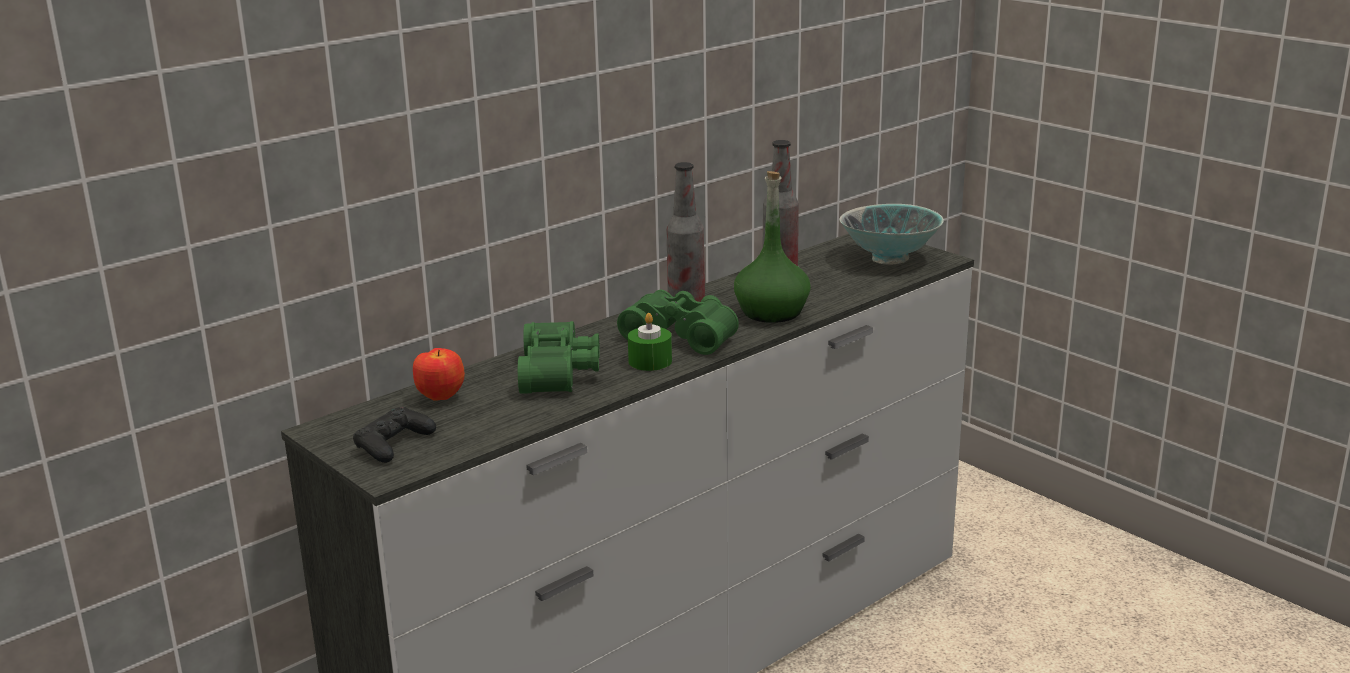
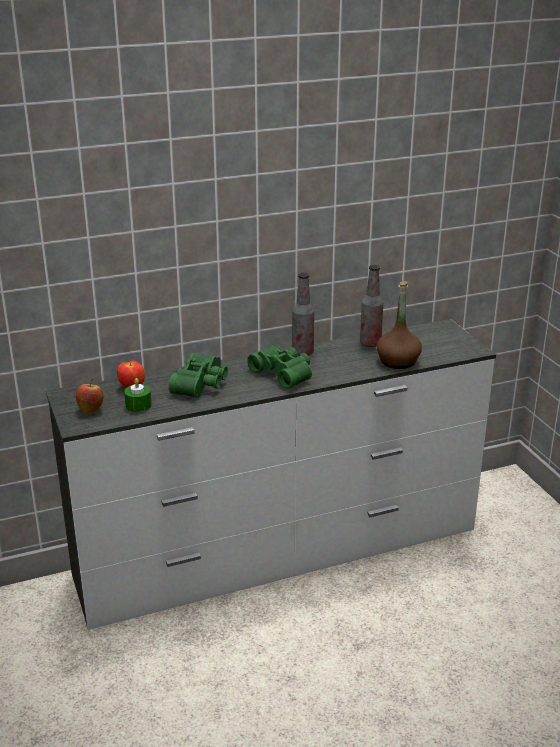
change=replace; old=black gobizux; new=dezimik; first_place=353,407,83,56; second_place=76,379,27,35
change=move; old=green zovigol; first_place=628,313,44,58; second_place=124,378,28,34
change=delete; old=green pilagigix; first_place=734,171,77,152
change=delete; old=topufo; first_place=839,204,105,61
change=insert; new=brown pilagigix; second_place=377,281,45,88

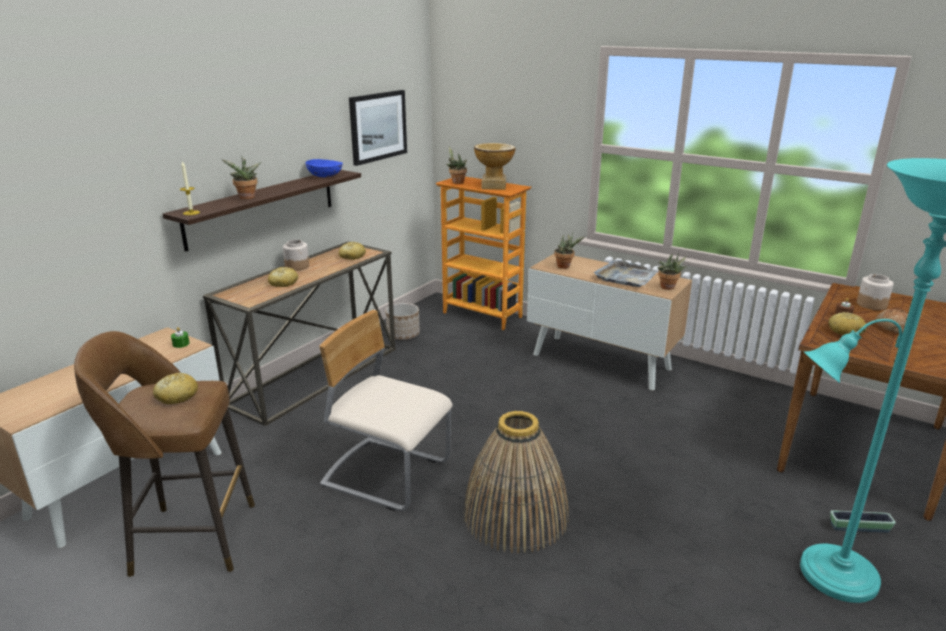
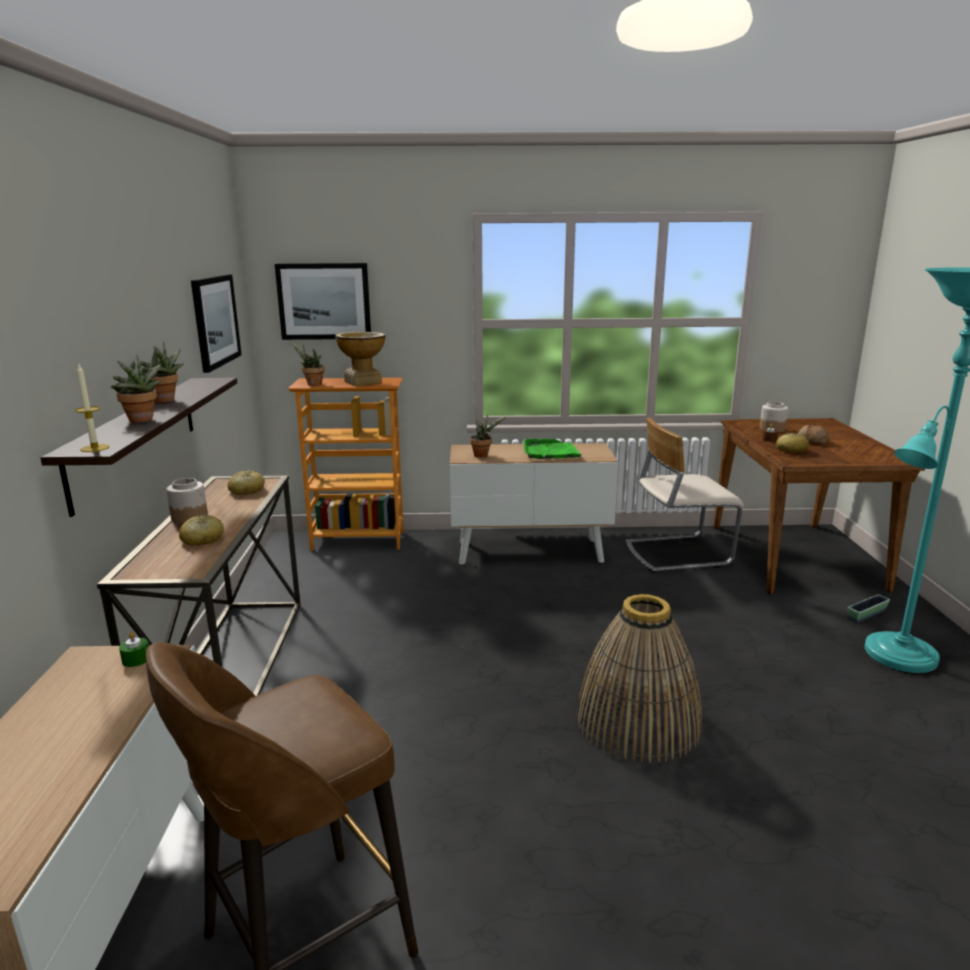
change=delete; old=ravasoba; first_place=153,373,45,31
change=delete; old=blue topufo; first_place=306,159,37,18
change=move; old=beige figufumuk; first_place=319,310,134,201; second_place=625,418,119,155
change=delete; old=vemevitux; first_place=385,303,35,37
change=recolor; old=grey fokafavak; new=green fokafavak; first_place=594,260,63,27; second_place=523,439,58,20
change=move; old=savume; first_place=658,252,29,38; second_place=140,341,44,62
change=insert; new=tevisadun; second_place=275,263,96,77

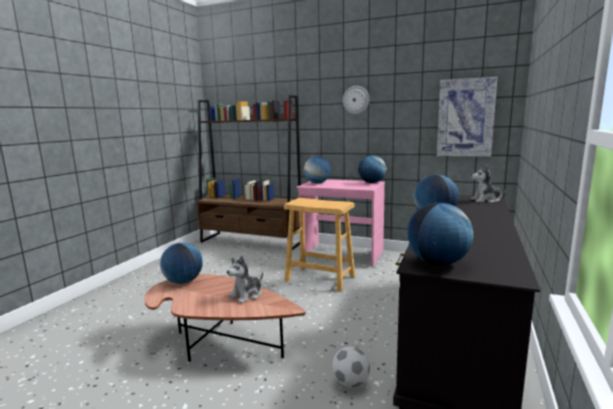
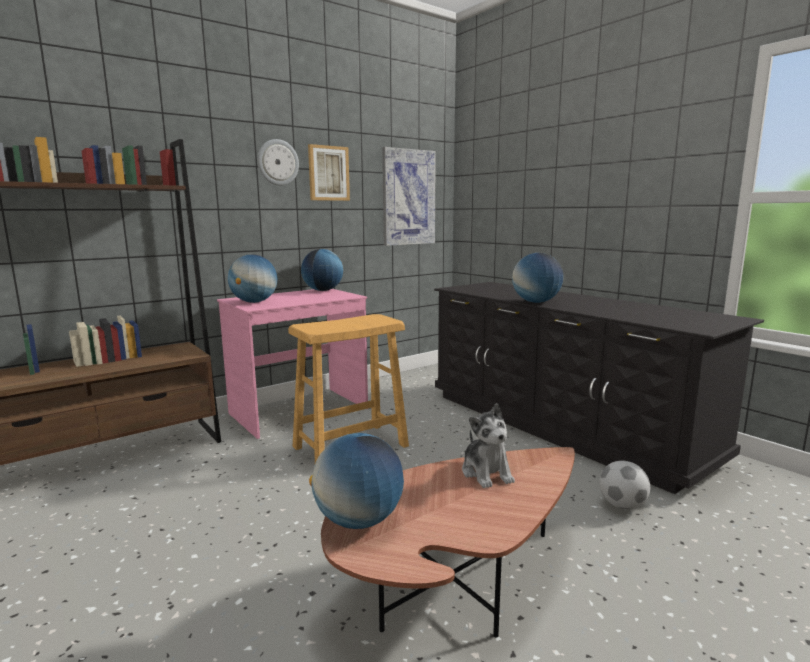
change=delete; old=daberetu; first_place=407,203,66,62
change=delete; old=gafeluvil; first_place=471,165,36,38
change=insert; new=tevisadun; second_place=308,144,42,57

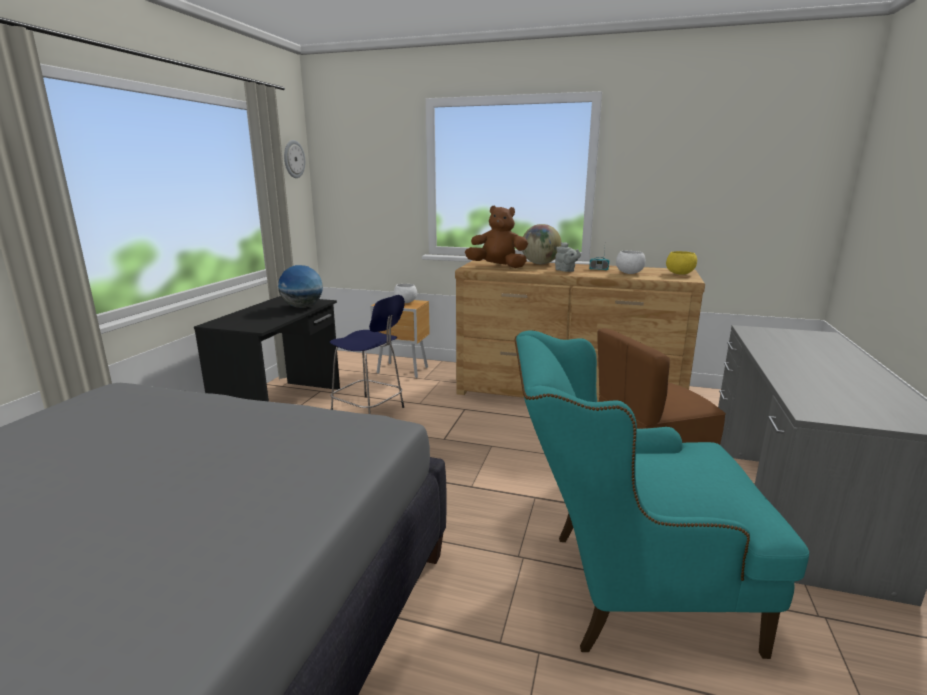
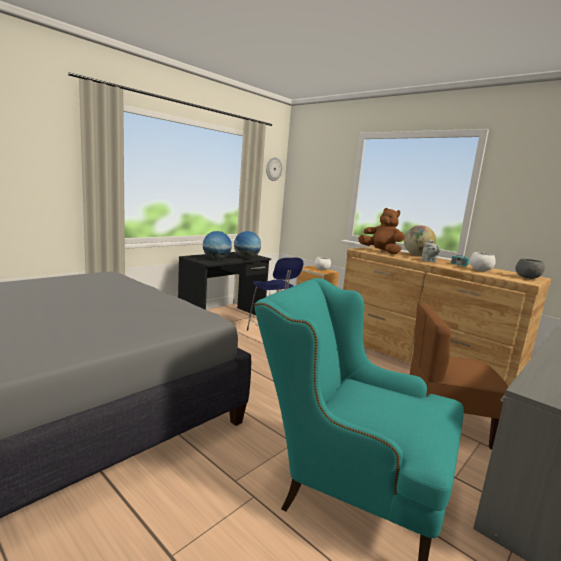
change=recolor; old=yellow topufo; new=grey topufo; first_place=666,251,31,24; second_place=515,259,30,20
change=insert; new=daberetu; second_place=203,231,29,29

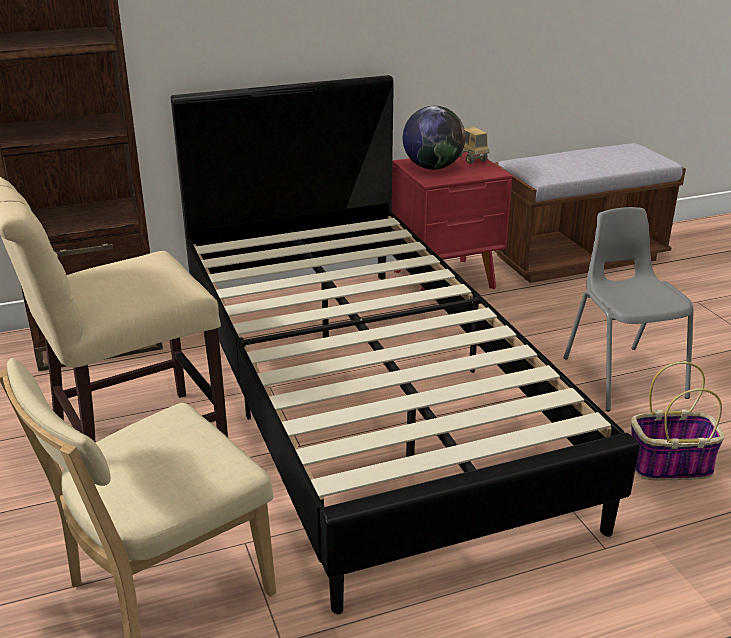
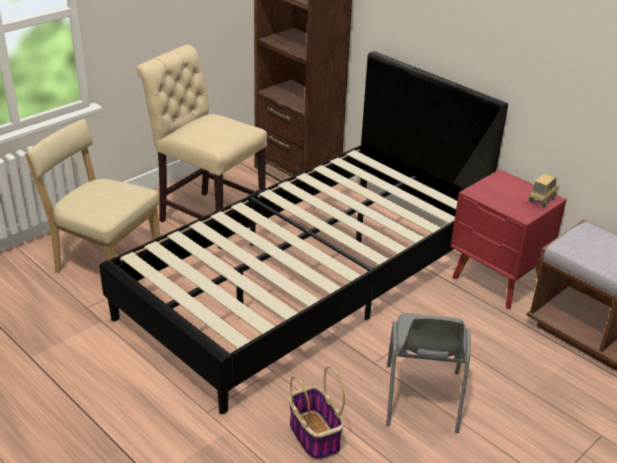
change=delete; old=daberetu; first_place=403,106,62,64
change=rotate; old=grey figufumuk; first_place=564,207,129,204; second_place=386,313,85,120; degrees=135

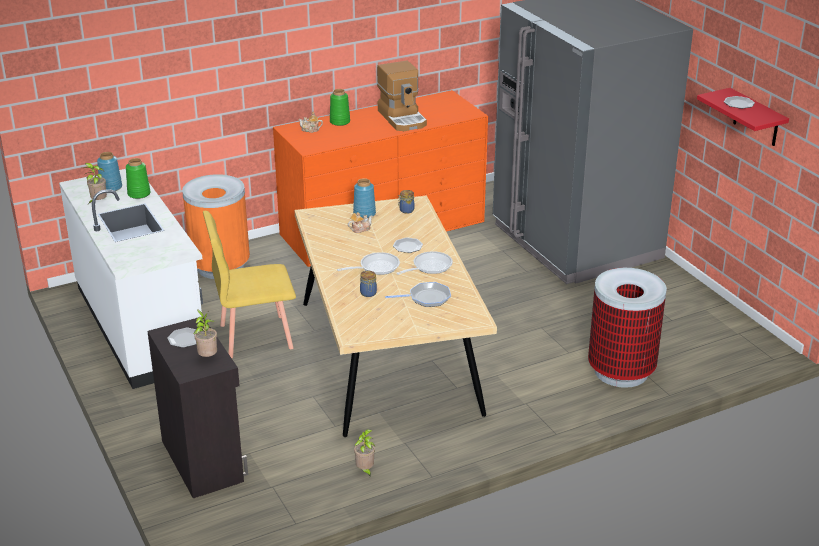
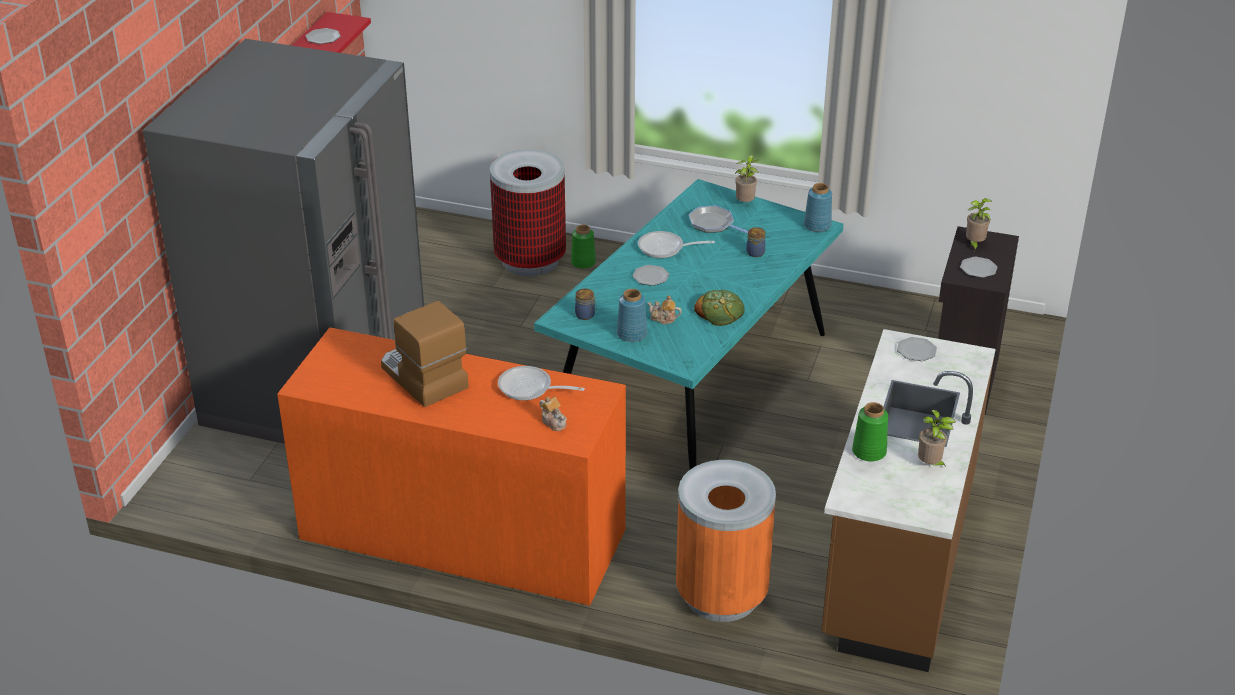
change=recolor; old=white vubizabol; new=brown vubizabol; first_place=59,169,144,220; second_place=821,329,174,343
change=move; old=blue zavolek; first_place=97,152,25,39; second_place=804,183,28,49
change=delete; old=yellow figufumuk; first_place=203,211,93,147
change=recolor; old=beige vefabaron; new=turquoise vefabaron; first_place=295,195,202,242; second_place=534,179,310,290
change=move; old=green zavolek; first_place=330,89,20,37; second_place=571,225,25,44
change=move; old=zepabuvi; first_place=337,252,63,23; second_place=498,366,87,35
change=move; old=savume; first_place=354,429,22,47; second_place=735,155,23,47
change=rotate; old=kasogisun; first_place=377,61,50,70; second_place=381,301,88,106; degrees=-60
change=insert; new=ravasoba; second_place=694,290,50,36
change=insert; new=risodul; second_place=897,337,40,24

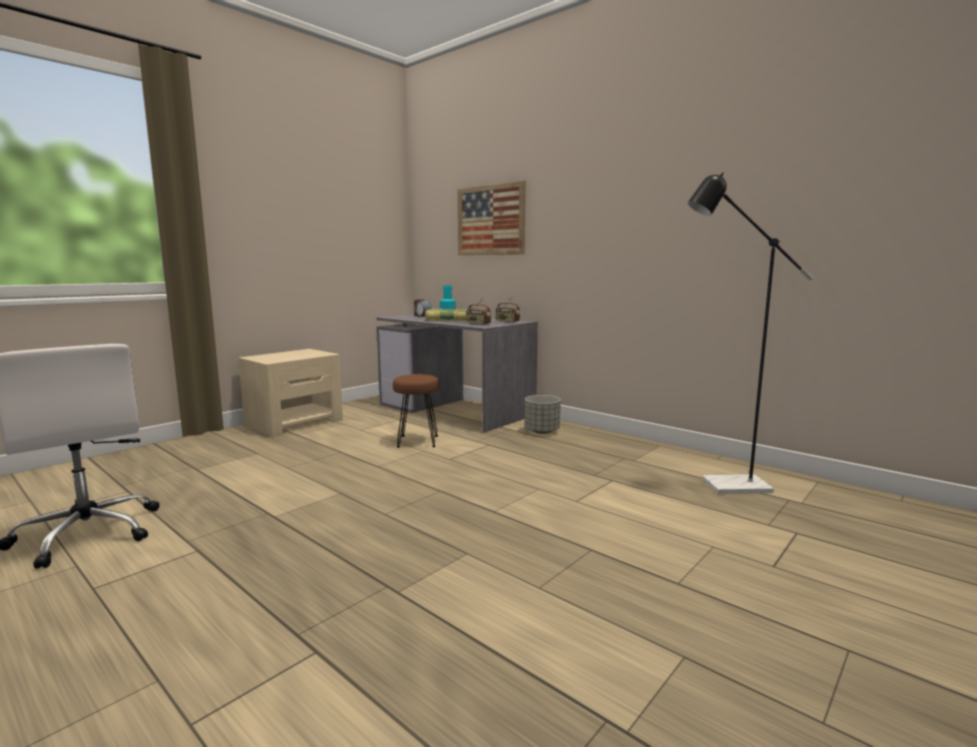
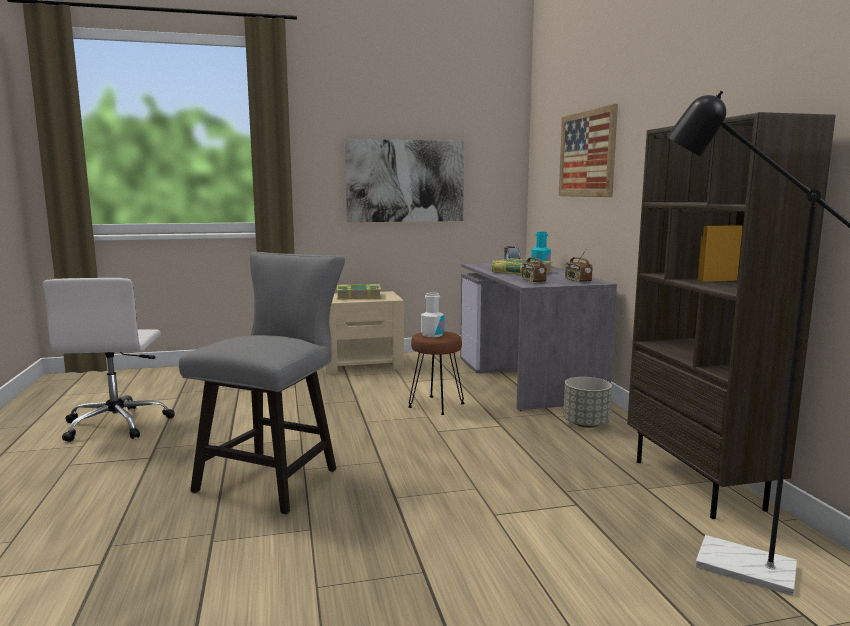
change=insert; new=grey figufumuk; second_place=179,252,166,262
change=insert; new=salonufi; second_place=337,284,45,16
change=insert; new=tevisadun; second_place=345,139,119,83
change=insert; new=white pilagigix; second_place=421,292,23,45
change=insert; new=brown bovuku; second_place=627,112,209,407

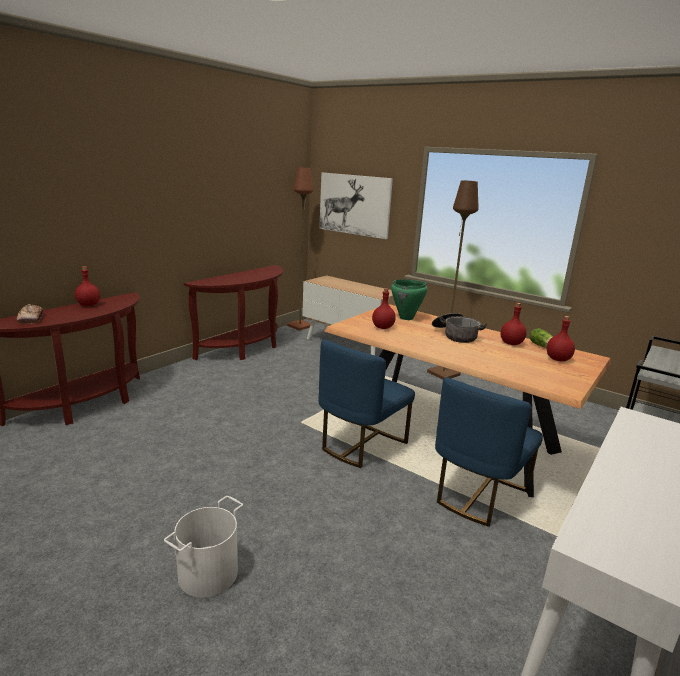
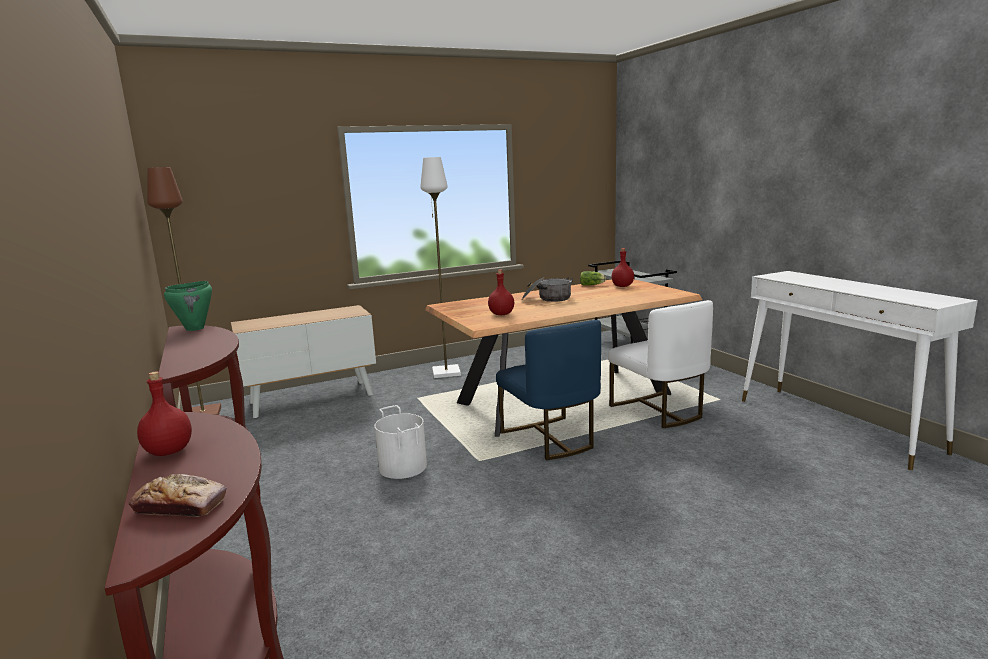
change=move; old=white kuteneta; first_place=164,496,79,101; second_place=375,405,52,74
change=delete; old=tevisadun; first_place=319,173,74,66
change=move; old=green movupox; first_place=391,279,37,41; second_place=164,281,48,50
change=recolor; old=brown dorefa; new=white dorefa; first_place=427,180,52,199; second_place=420,157,41,221
change=recolor; old=blue figufumuk; new=white figufumuk; first_place=435,377,108,150; second_place=608,300,105,128
change=delete; old=red pilagigix; first_place=501,303,26,42

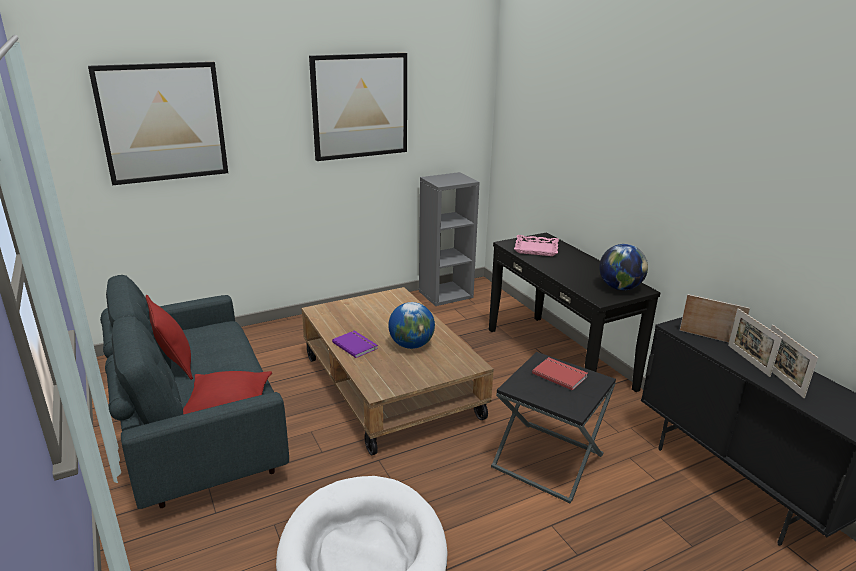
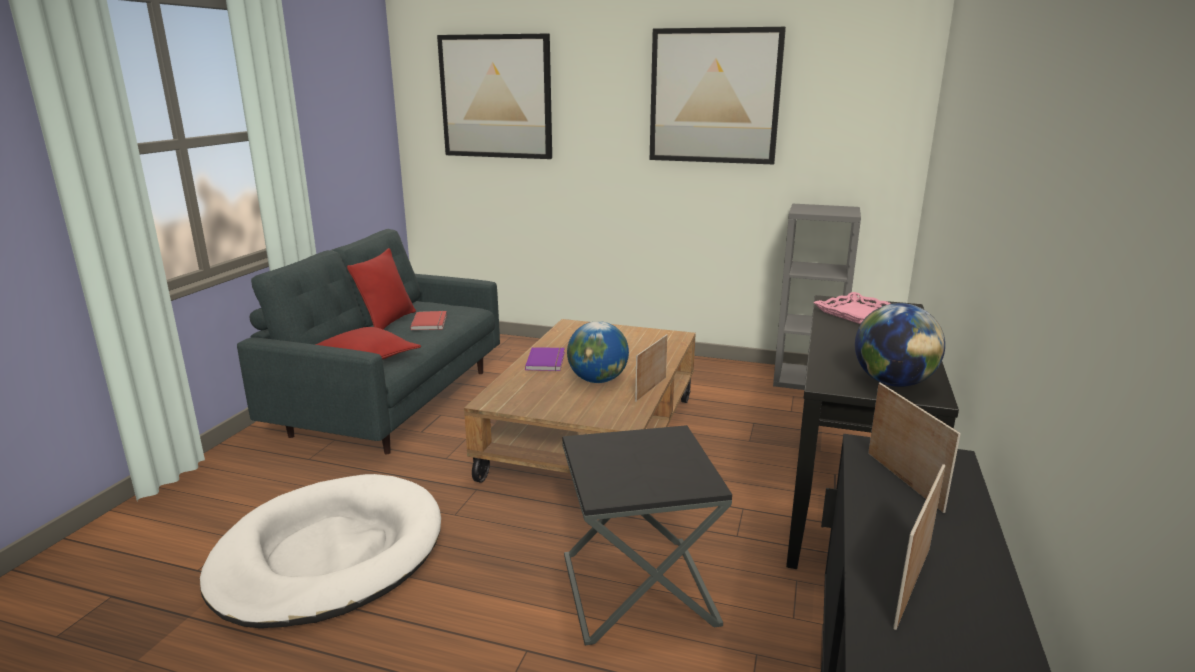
change=move; old=red salonufi; first_place=532,357,56,34; second_place=410,311,37,19
change=move; old=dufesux; first_place=728,308,54,69; second_place=635,334,32,68

